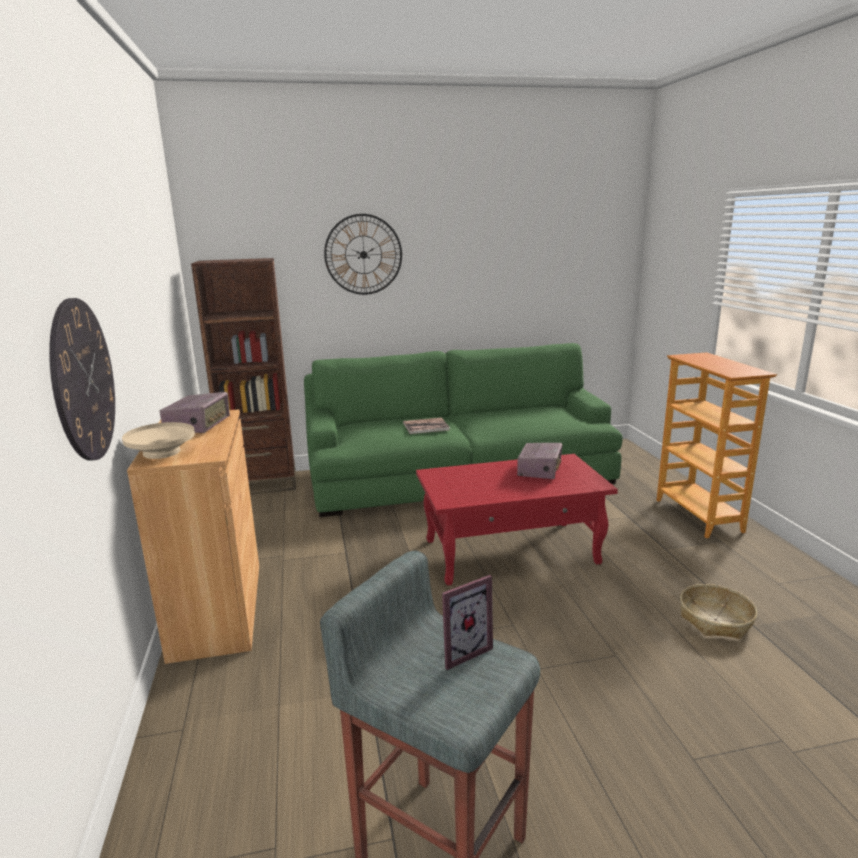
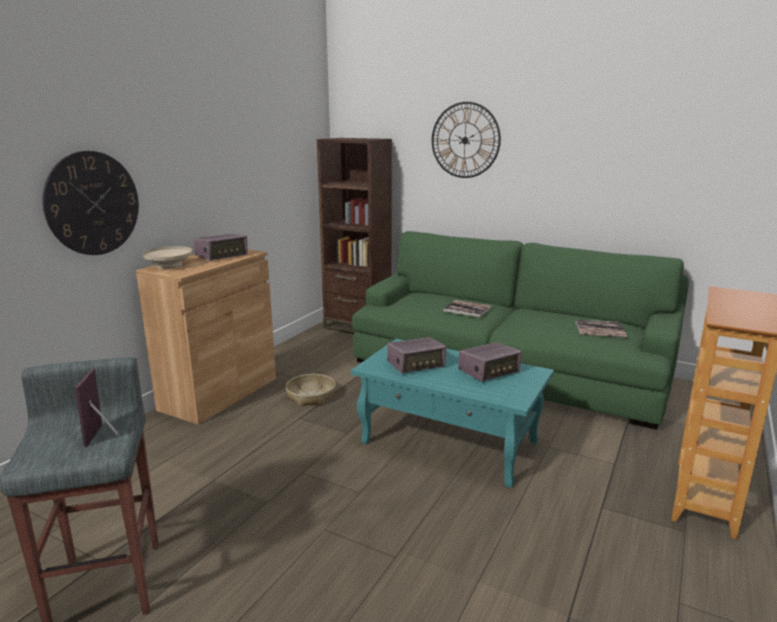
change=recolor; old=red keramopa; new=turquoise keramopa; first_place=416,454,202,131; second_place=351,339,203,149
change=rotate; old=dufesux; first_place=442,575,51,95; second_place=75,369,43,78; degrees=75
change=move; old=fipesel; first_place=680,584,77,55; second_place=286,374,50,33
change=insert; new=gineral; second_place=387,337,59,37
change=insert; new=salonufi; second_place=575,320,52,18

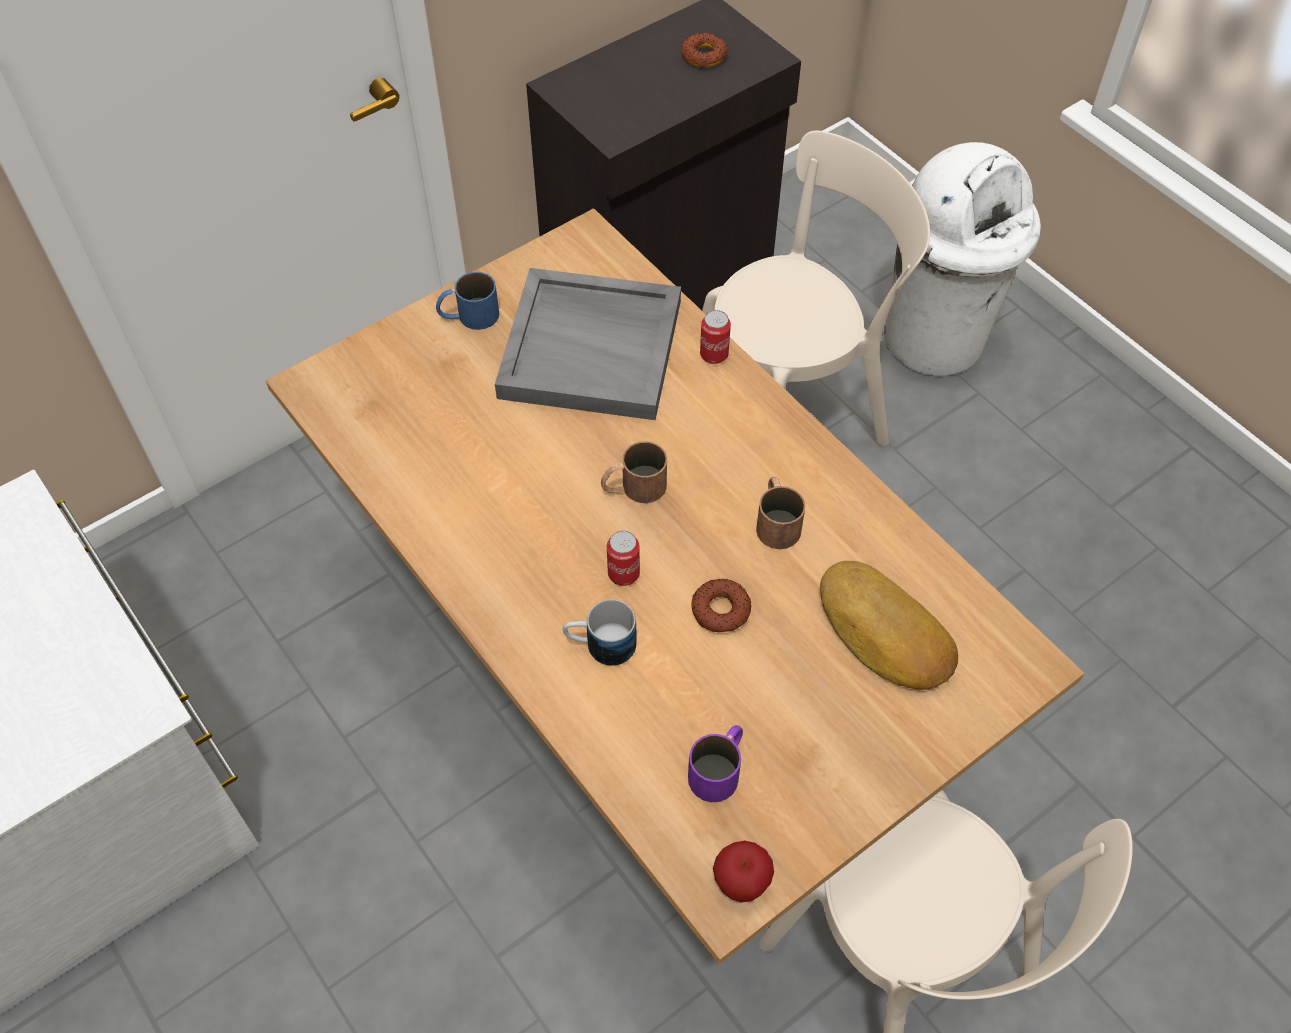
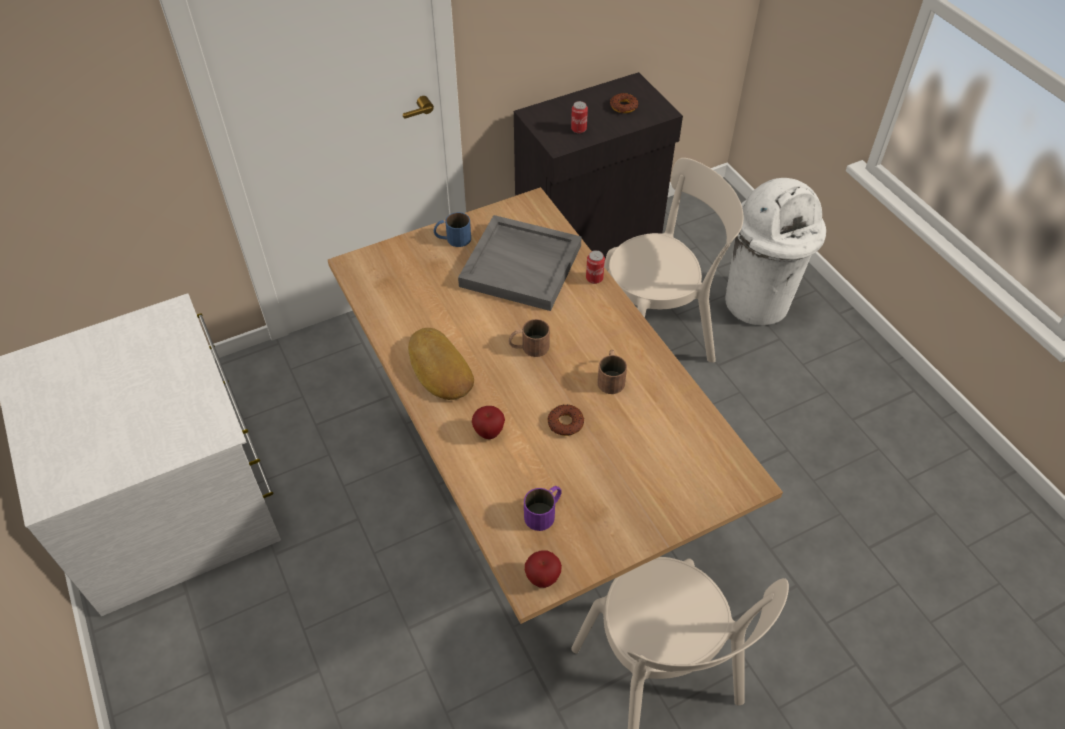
change=replace; old=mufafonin; new=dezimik; first_place=563,599,74,67; second_place=472,406,33,33
change=move; old=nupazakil; first_place=607,531,33,55; second_place=571,101,17,32
change=move; old=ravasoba; first_place=820,561,138,129; second_place=408,328,66,72

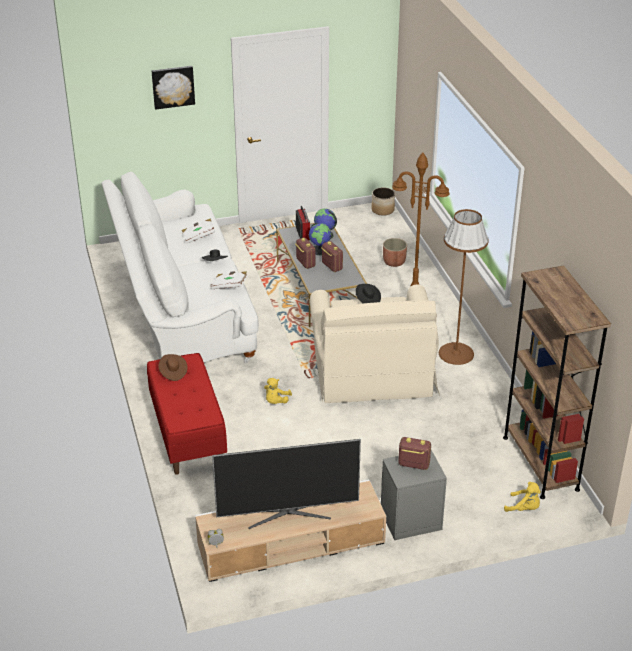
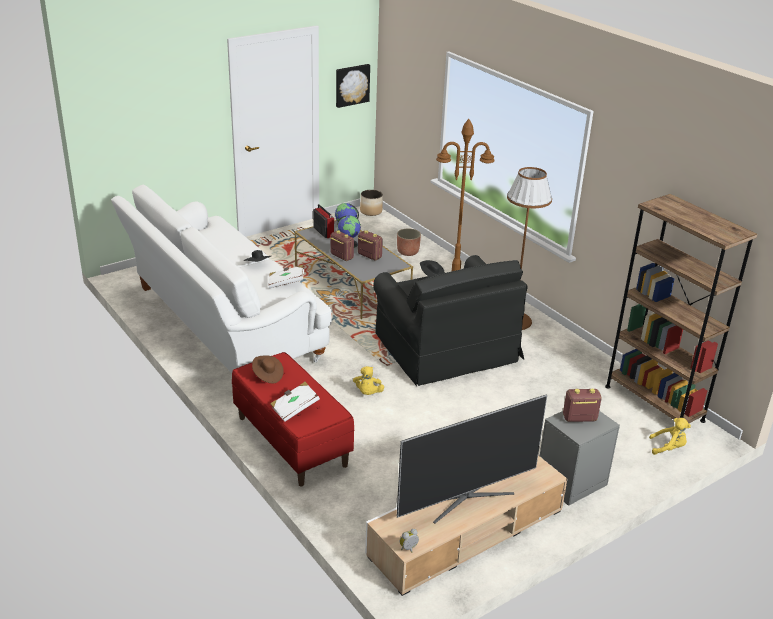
change=move; old=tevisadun; first_place=152,66,43,44; second_place=336,64,34,44
change=move; old=white salonufi; first_place=182,219,33,24; second_place=270,382,50,40
change=recolor; old=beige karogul; new=black karogul; first_place=310,285,130,118; second_place=373,255,155,131

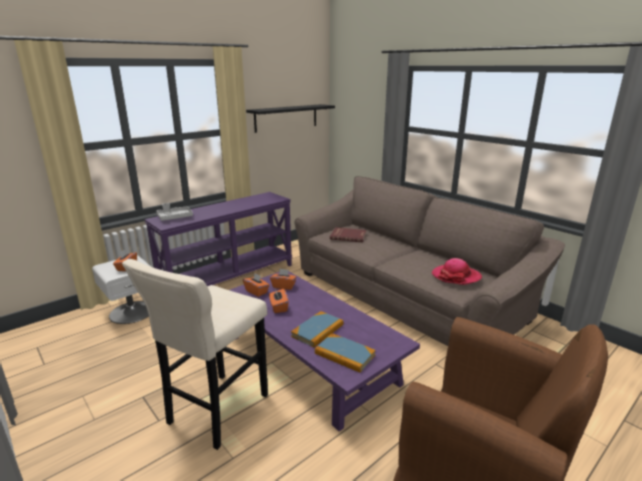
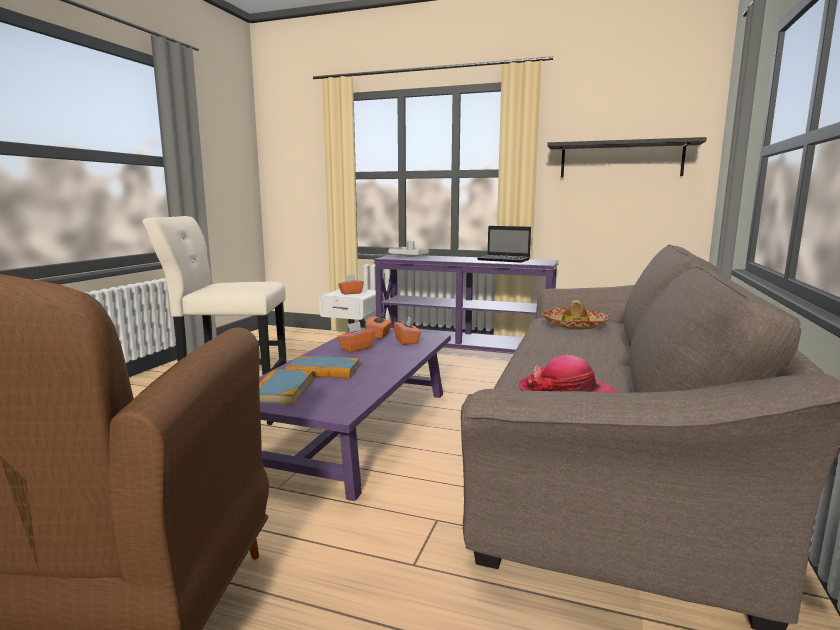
change=replace; old=red salonufi; new=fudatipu; first_place=330,227,37,16; second_place=542,300,68,30
change=insert; new=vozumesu; second_place=477,226,54,37

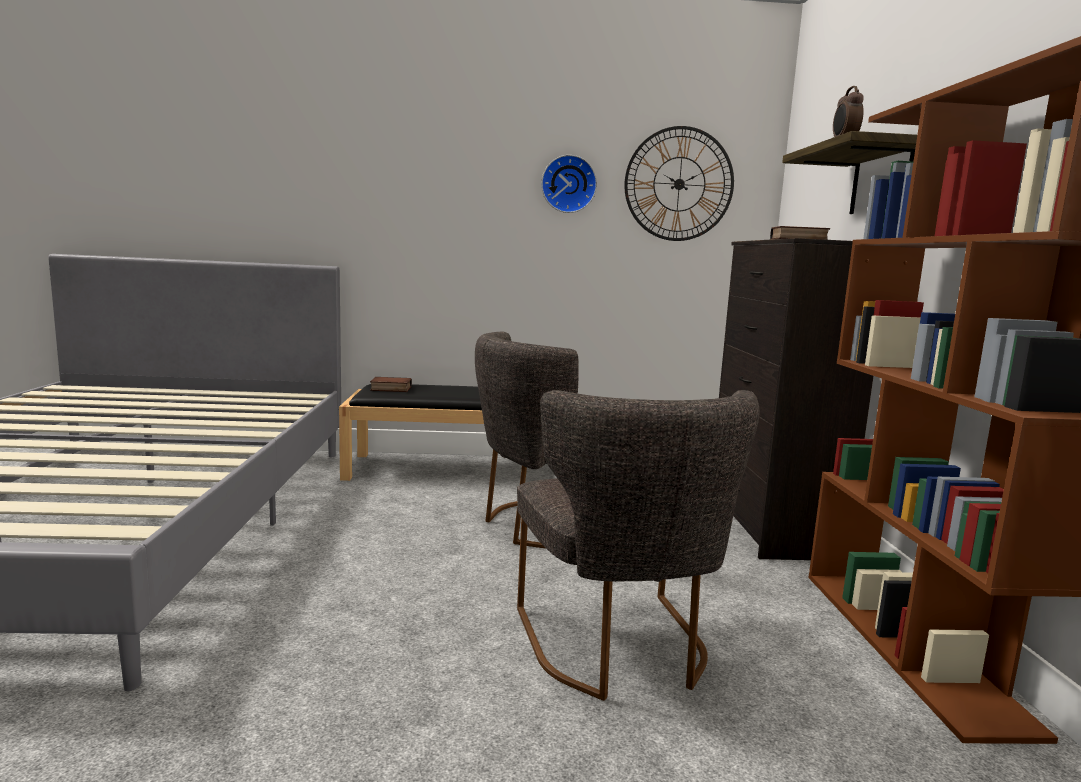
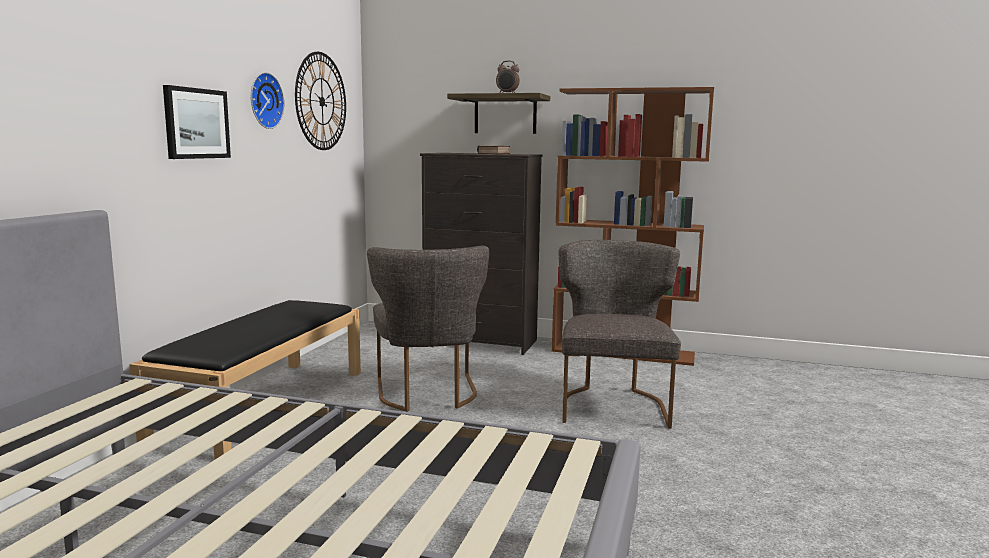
change=delete; old=salonufi; first_place=370,377,42,15
change=rotate; old=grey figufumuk; first_place=517,390,242,311; second_place=559,240,122,188; degrees=-90
change=insert; new=tevisadun; second_place=163,85,68,74

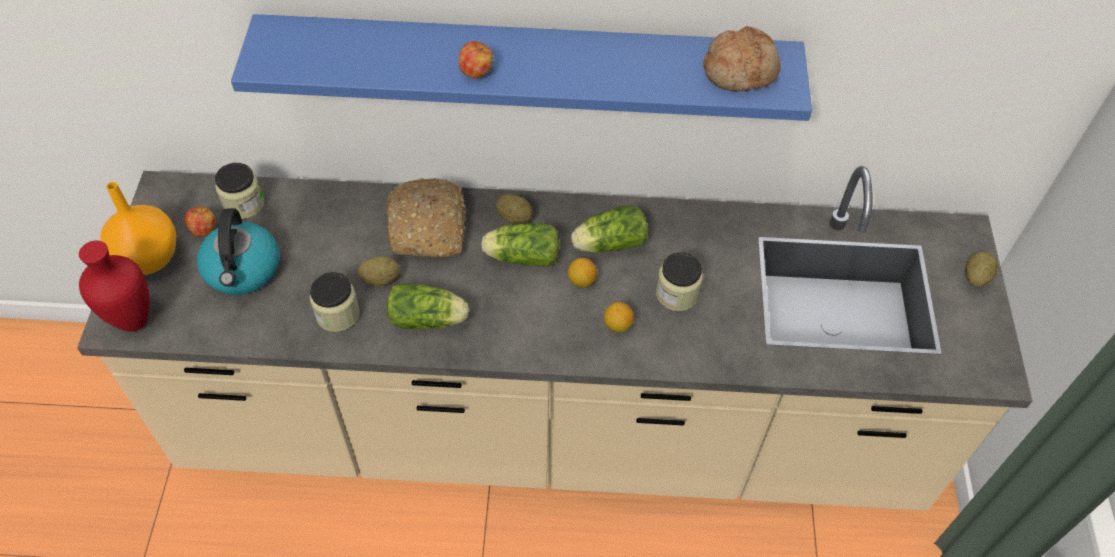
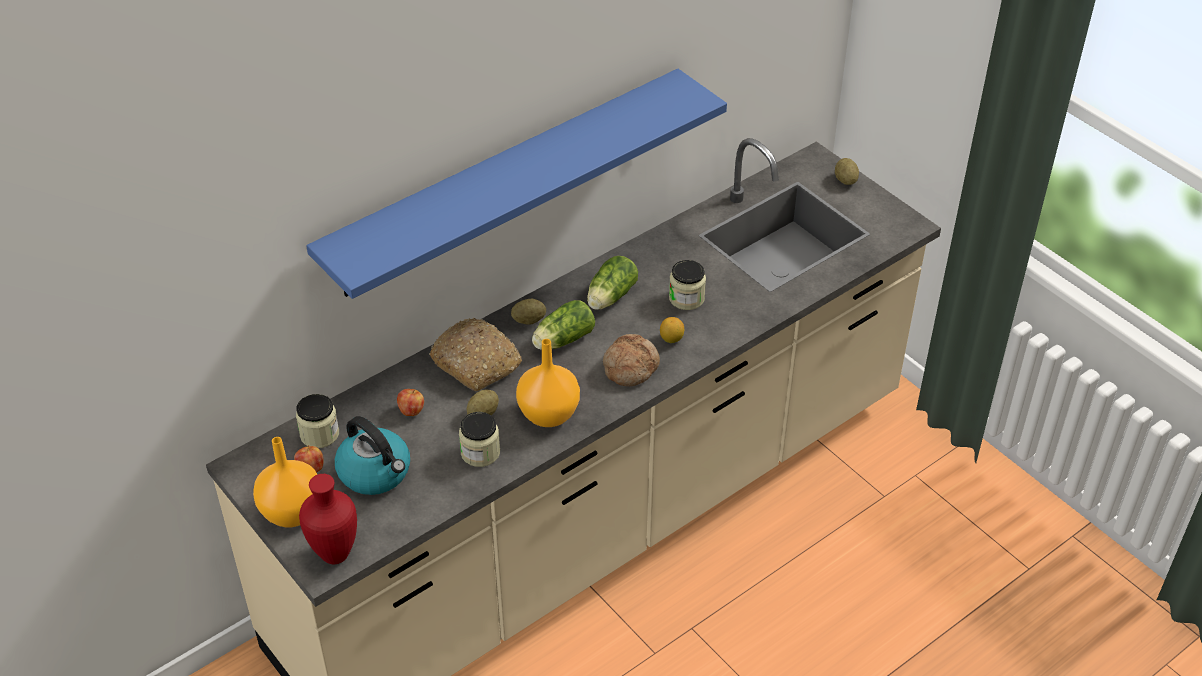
change=replace; old=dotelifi; new=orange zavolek; first_place=387,283,82,46; second_place=516,339,64,88
change=move; old=dezimik; first_place=459,41,34,38; second_place=397,389,27,27
change=delete; old=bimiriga; first_place=568,258,29,30
change=move; old=ravasoba; first_place=703,26,78,65; second_place=603,334,57,52

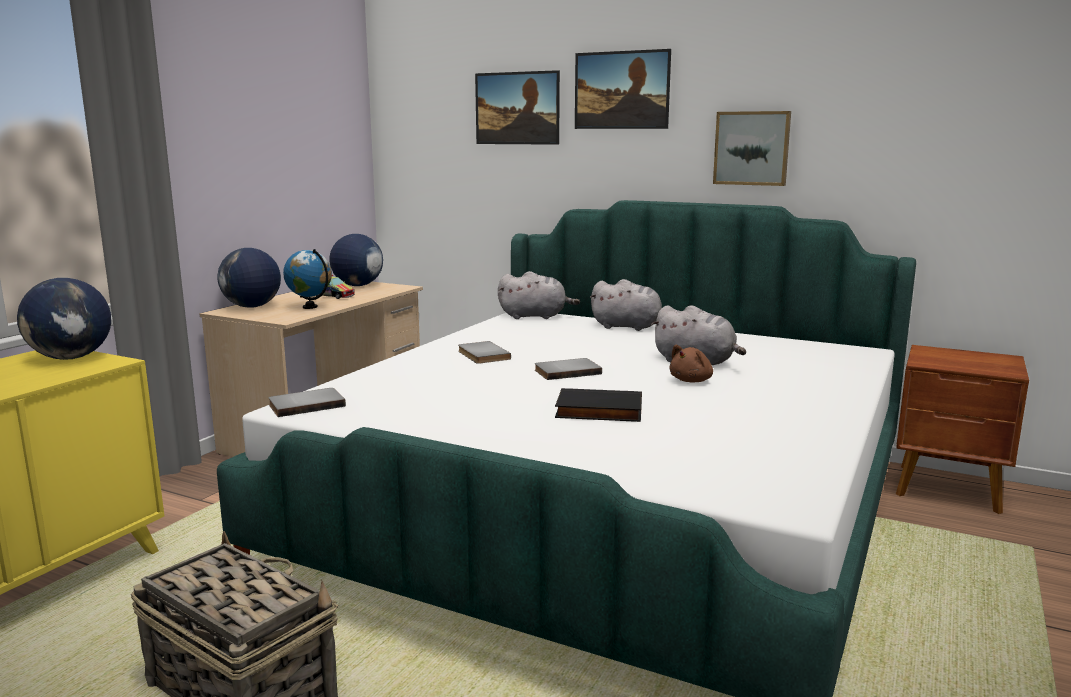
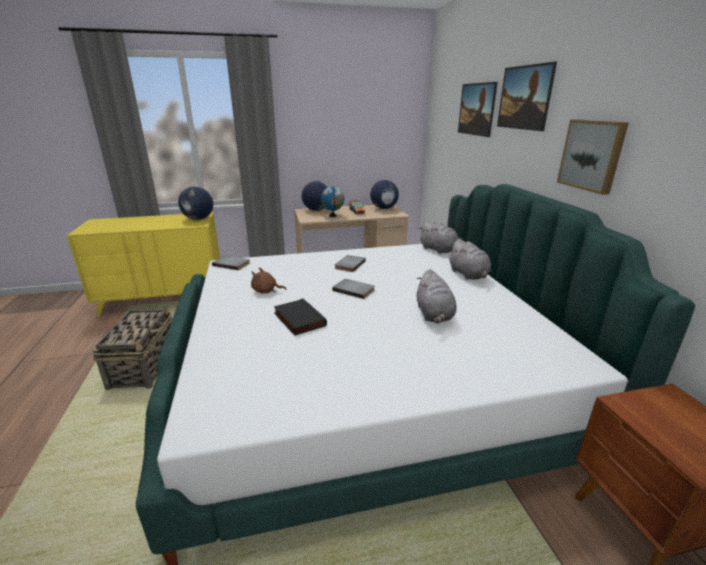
change=move; old=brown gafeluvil; first_place=669,345,44,37; second_place=251,267,36,26

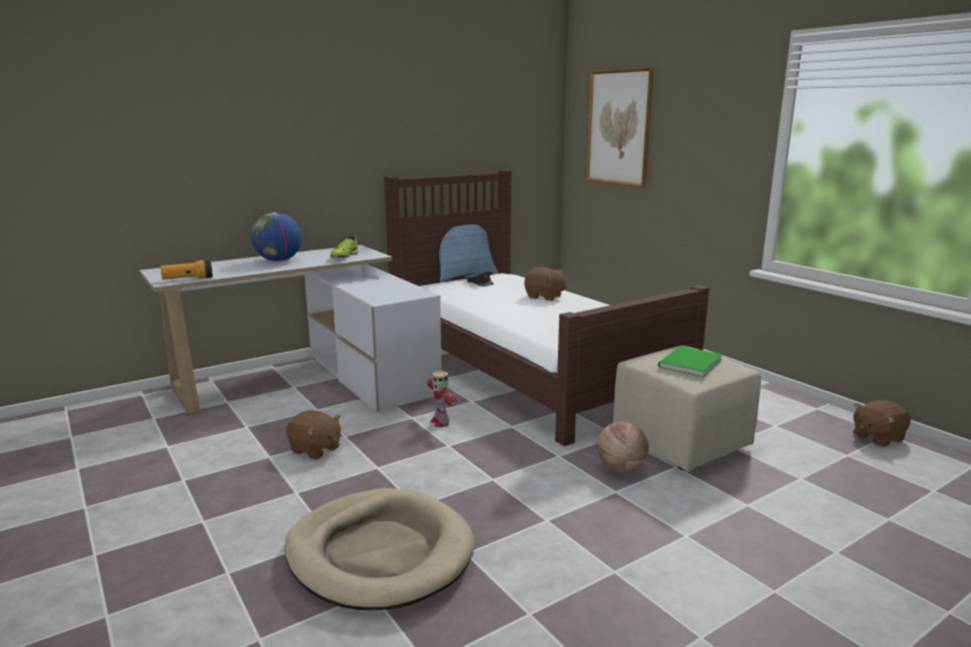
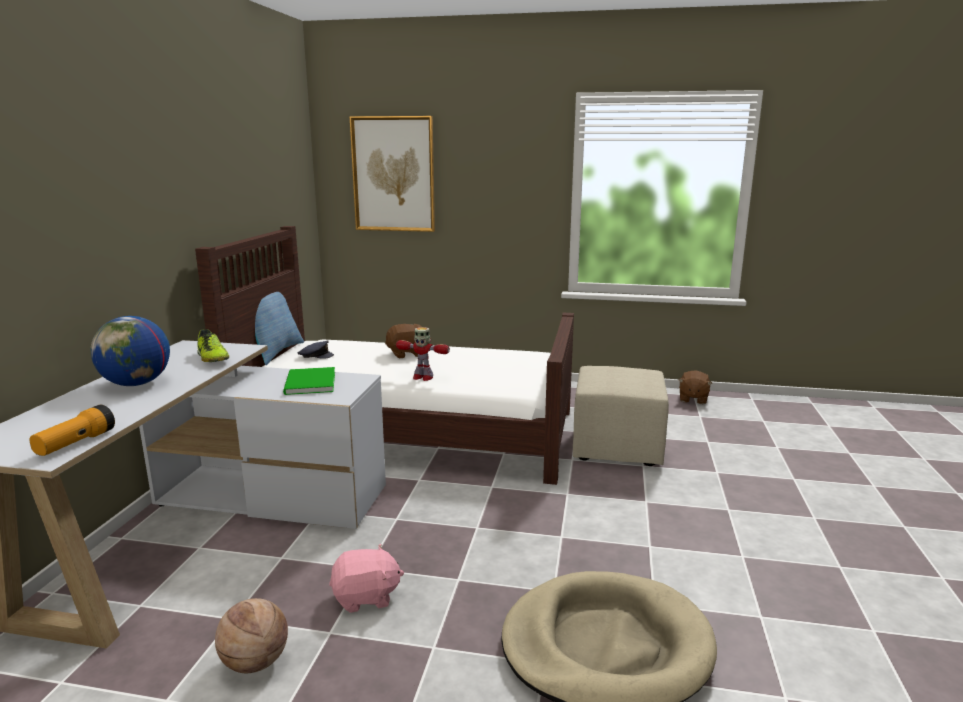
change=recolor; old=brown gafeluvil; new=pink gafeluvil; first_place=286,410,55,50; second_place=329,544,75,69
change=move; old=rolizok; first_place=427,371,30,56; second_place=396,327,54,54
change=move; old=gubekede; first_place=597,421,52,52; second_place=215,598,73,75
change=move; old=green salonufi; first_place=658,346,64,31; second_place=283,367,52,28

